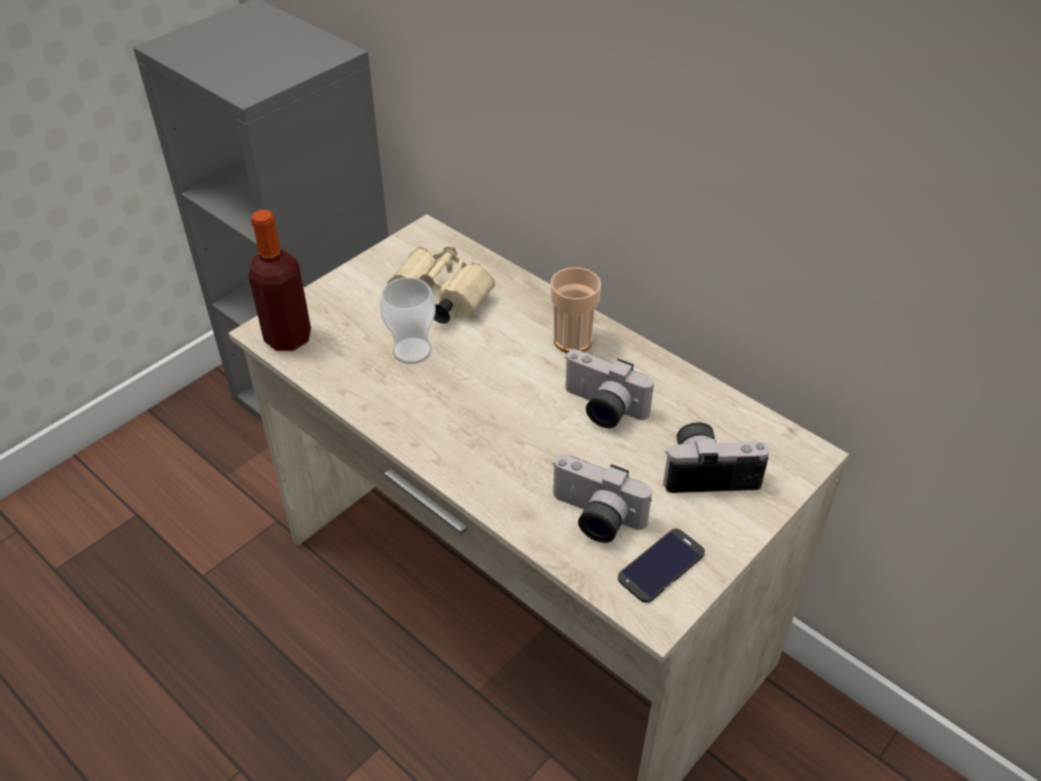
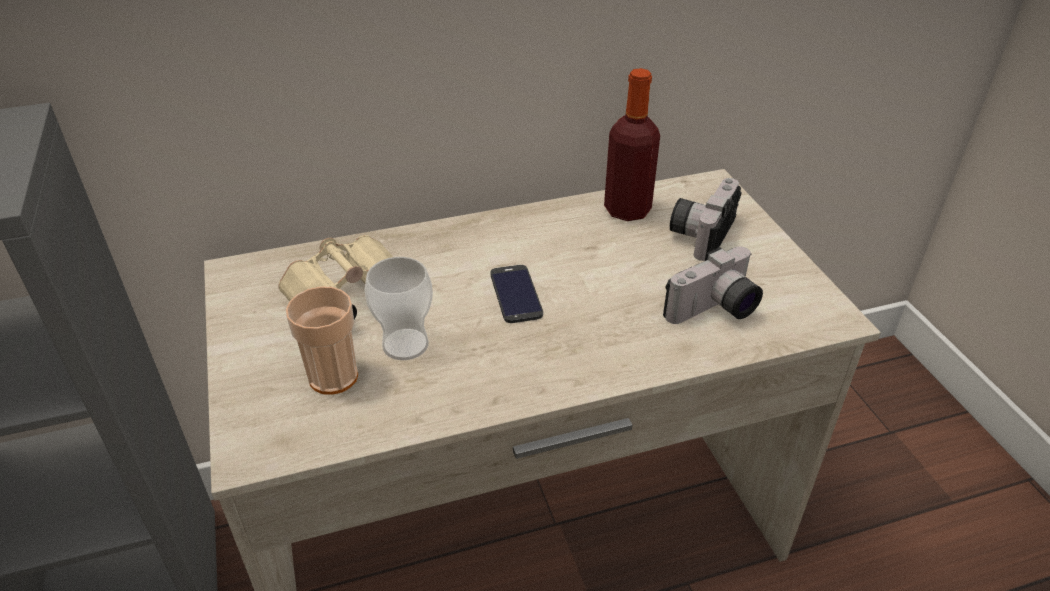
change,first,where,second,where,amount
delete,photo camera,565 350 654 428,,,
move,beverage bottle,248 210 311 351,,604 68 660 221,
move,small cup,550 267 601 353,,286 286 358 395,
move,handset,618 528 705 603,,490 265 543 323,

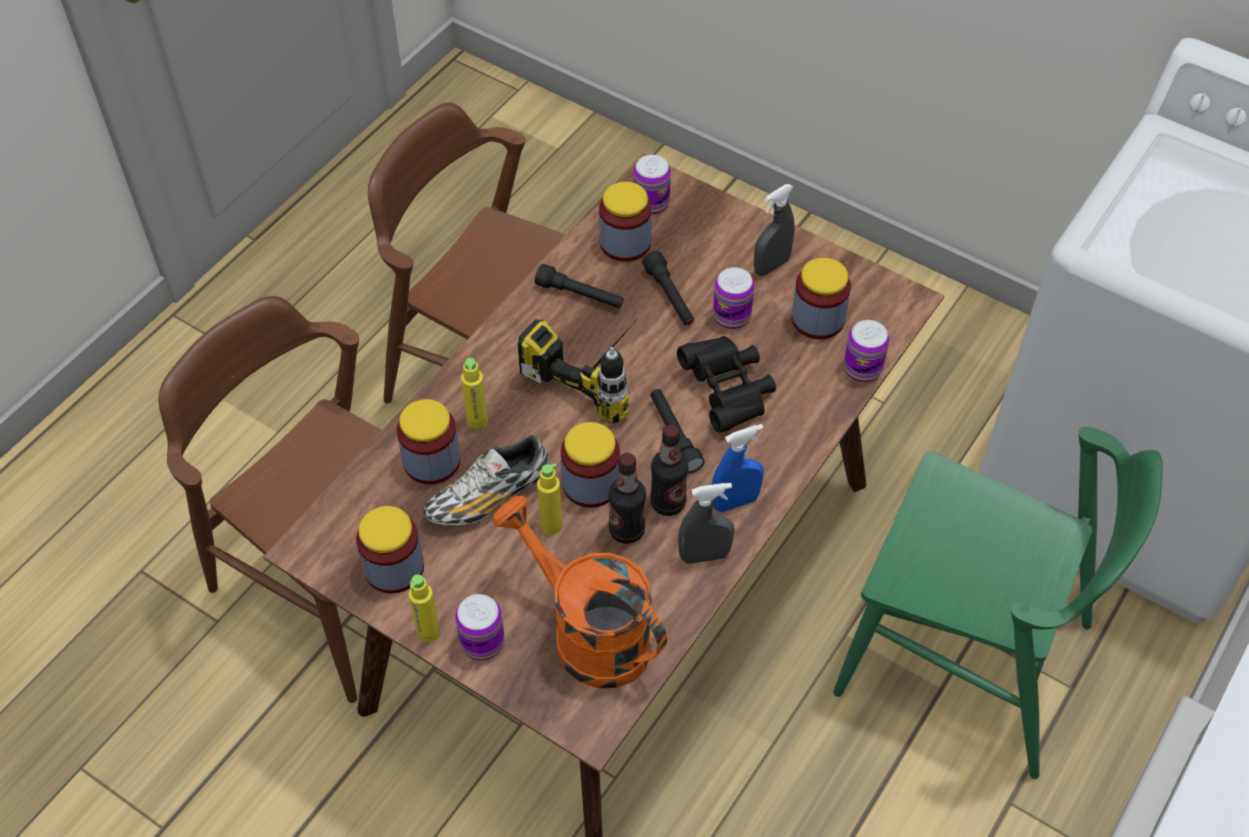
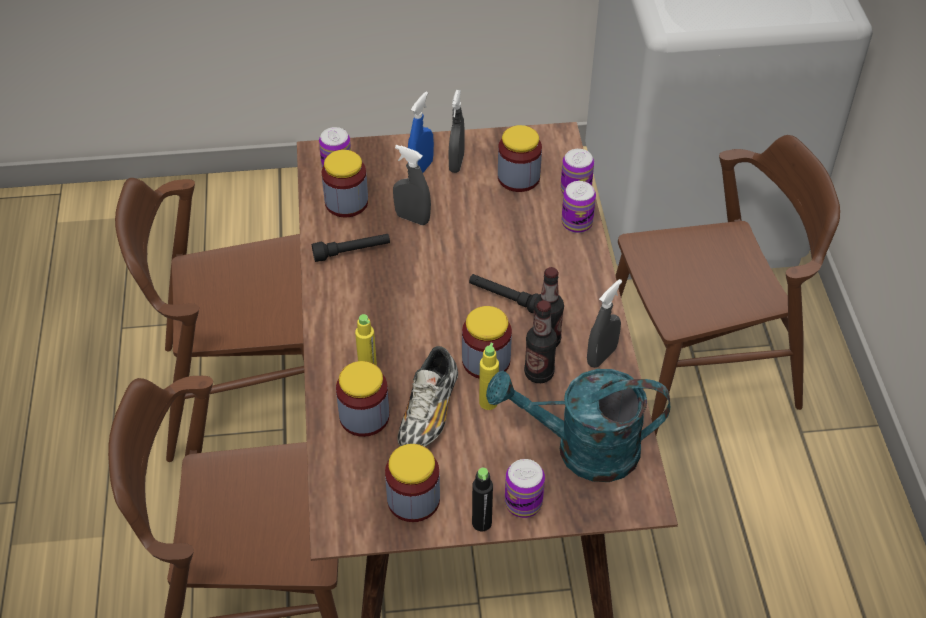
change,first,where,second,where,amount
delete,drill,518 316 640 424,,,
delete,field glasses/black-coloured,677 336 776 433,,,
move,spray bottle/blue,712 424 764 512,,408 92 434 173,
move,sealed can,713 267 754 329,,562 181 596 233,
replace,torch/black-coloured,642 251 694 326,spray bottle/grey,393 145 431 225,
recolor,beverage bottle/yellow,408 574 440 643,beverage bottle/black-coloured,472 468 493 531,
recolor,watering pot/orange-coloured,493 495 667 688,watering pot/turquoise,486 369 670 482,
recolor,upright chair/green,833 427 1163 779,upright chair/brown,616 135 840 435,

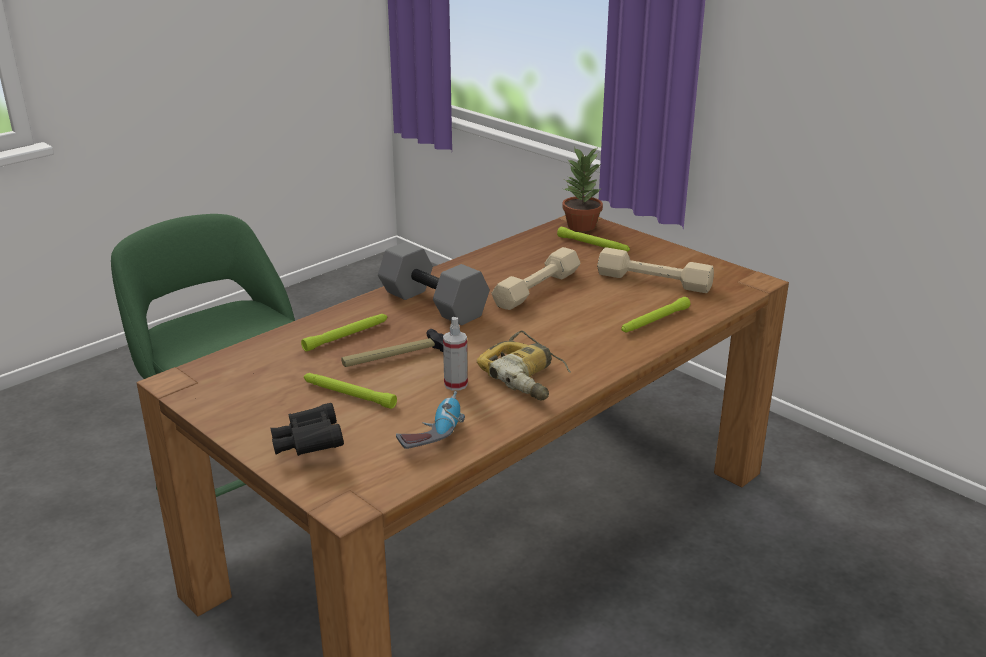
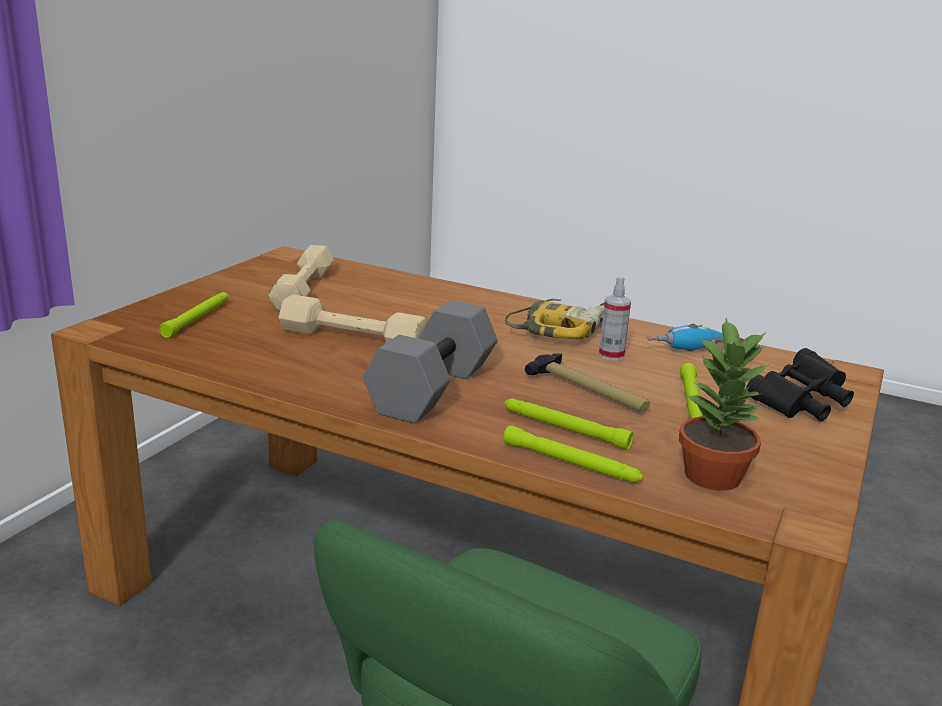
change,first,where,second,where,amount
move,potted plant,562 147 603 231,,679 318 770 491,
move,torch/green,621 297 690 332,,503 425 643 483,

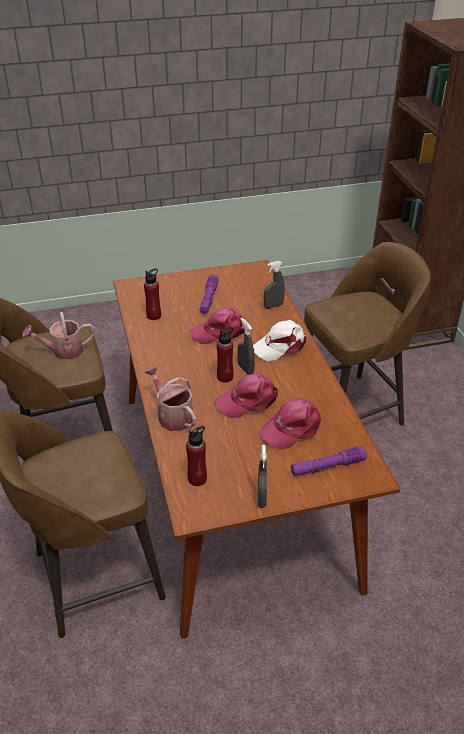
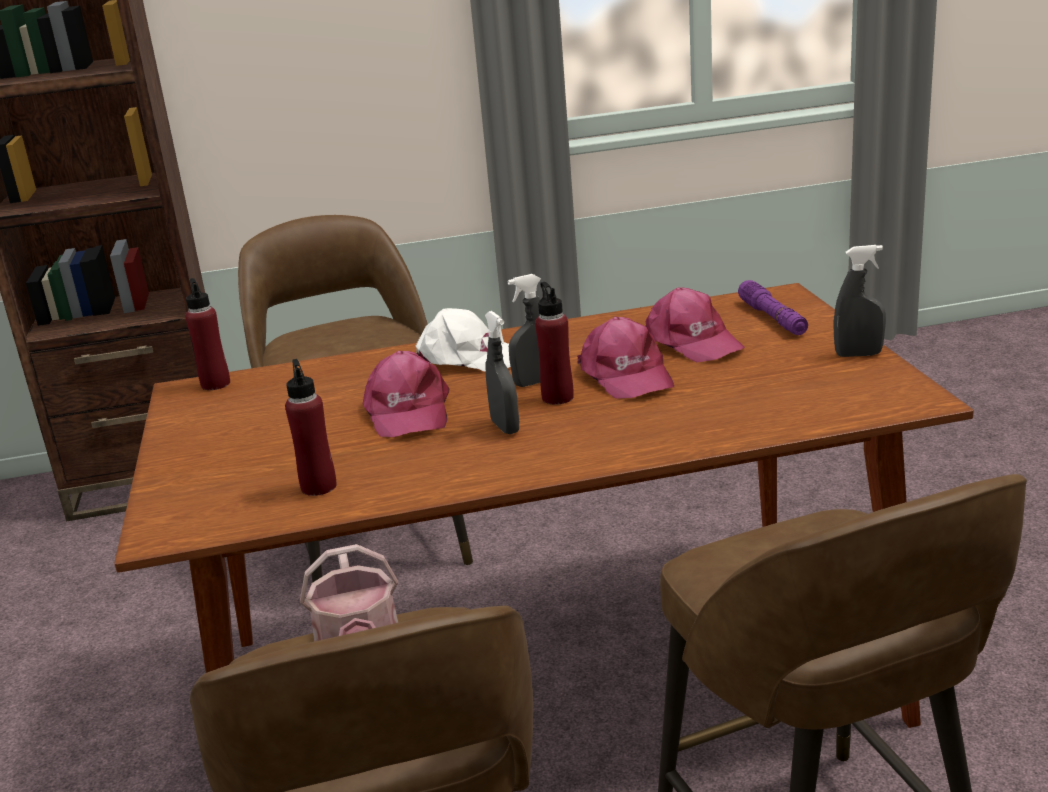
change,first,where,second,where,amount
delete,watering pot,144 366 196 431,,,
delete,torch/purple,200 275 219 314,,,
move,beverage bottle/red,186 426 207 486,,185 278 230 390,
move,spray bottle/grey,264 261 285 309,,485 311 519 434,
rotate,cap/whitish,253 320 306 361,,416 308 511 372,45 degrees counterclockwise

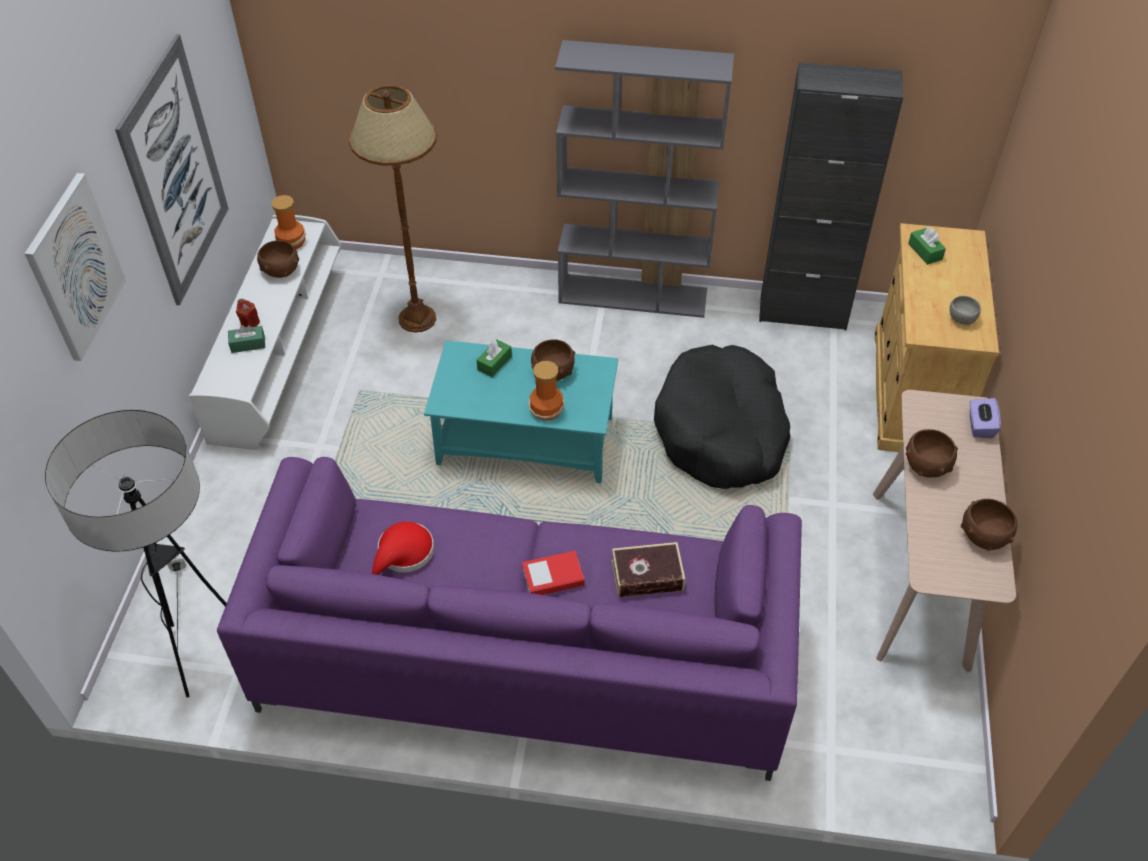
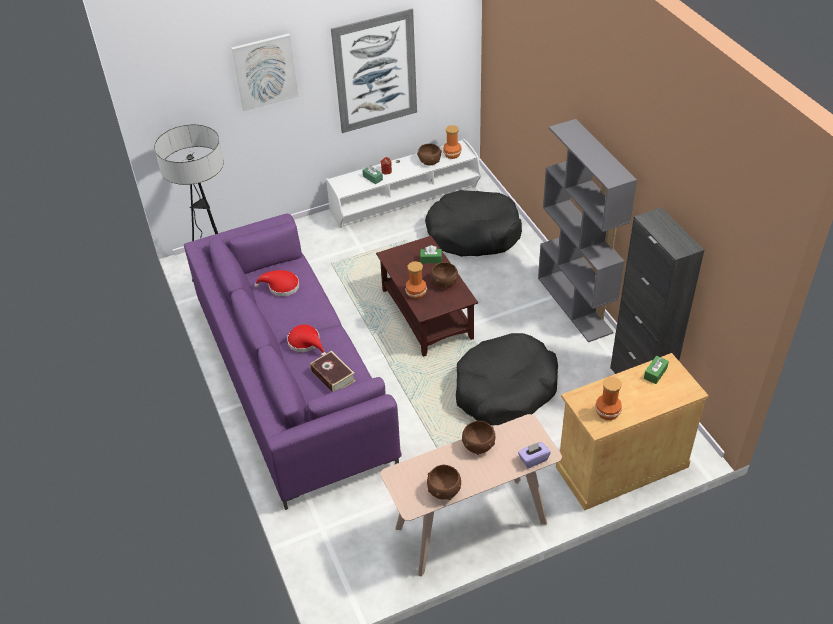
change,first,where,second,where,amount
replace,standard lamp/brown,349 85 437 333,pet bed/black-coloured,425 190 522 257,
replace,bound book,522 551 585 595,clothing hat/red,287 325 326 356,
replace,deep dish/grey,950 296 981 325,decorative vase,595 377 622 420,
recolor,coffee table/turquoise,424 340 618 483,coffee table/brown,376 236 478 357,

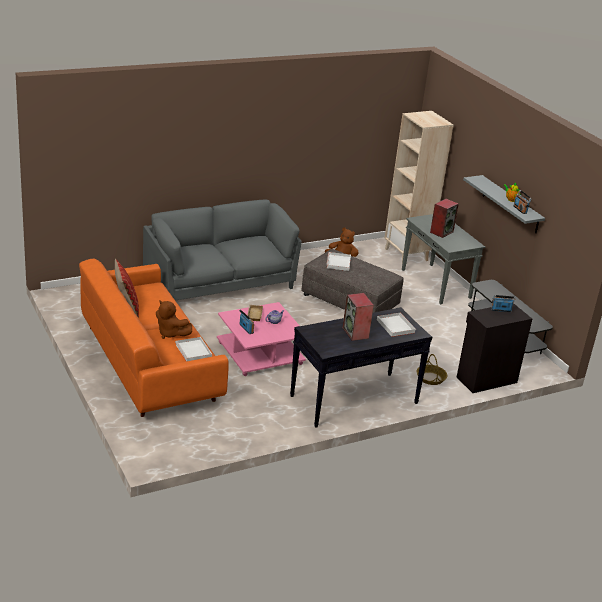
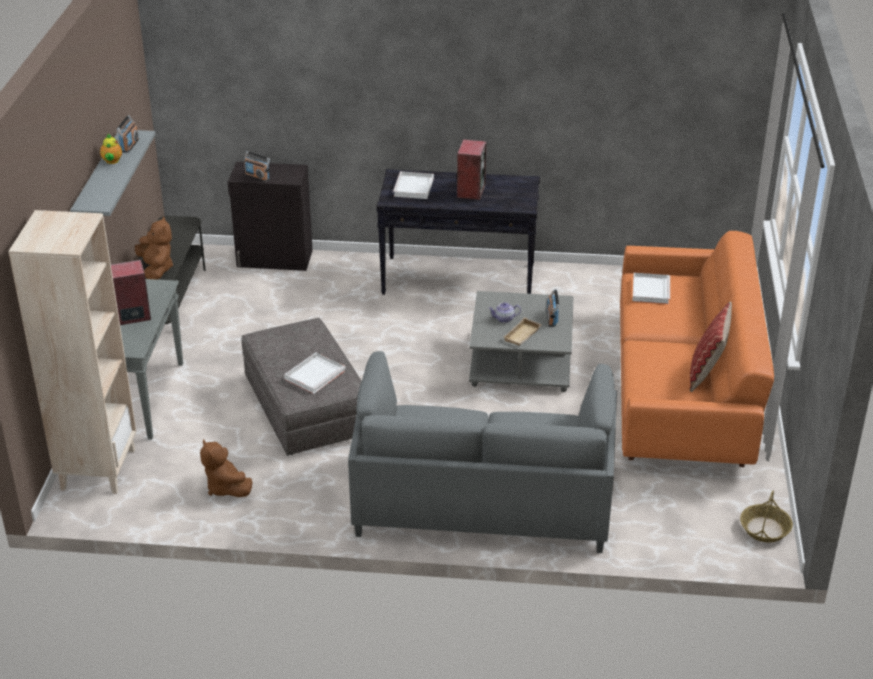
change,first,where,second,where,amount
move,soft toy/brown,156 300 192 339,,135 217 173 280,
move,household basket,417 354 447 385,,740 491 793 542,
recolor,coffee table/pinkish,217 302 306 376,coffee table/grey,469 291 574 392,

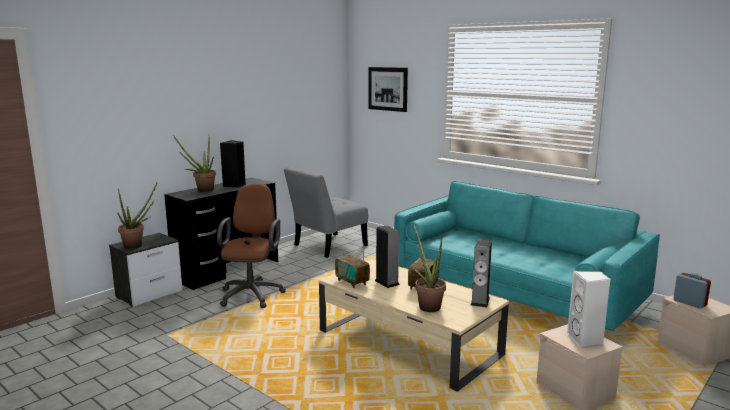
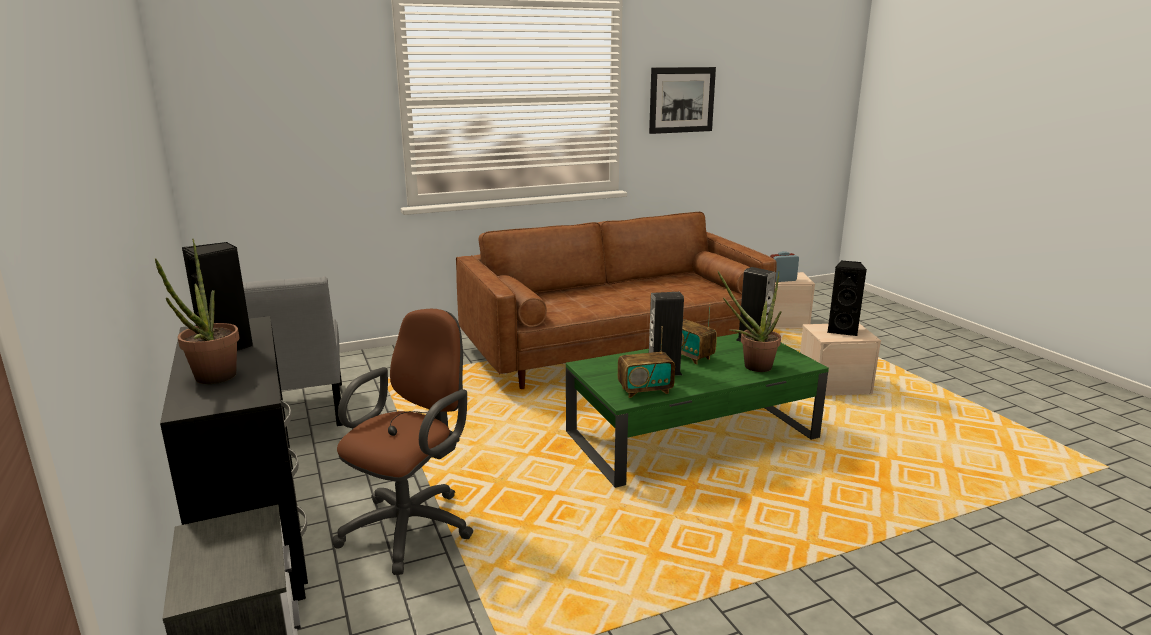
change,first,where,second,where,amount
delete,potted plant,117 183 157 249,,,
move,wall art,368 67 408 112,,649 67 716 134,
recolor,coffee table/beige-coloured,319 259 509 392,coffee table/green,566 333 829 488,
recolor,couch/turquoise,394 181 660 331,couch/brown,456 212 777 389,
recolor,audio speaker/whitish,567 271 611 347,audio speaker/black-coloured,827 261 867 336,
rotate,computer chair/brown,217 184 286 308,,332 309 473 575,90 degrees clockwise

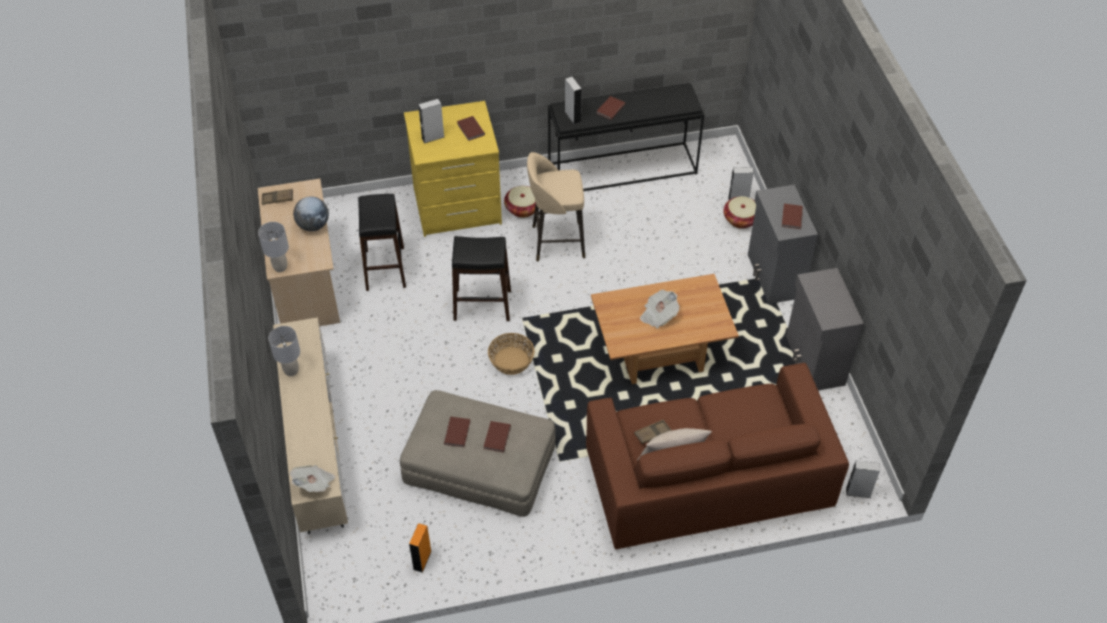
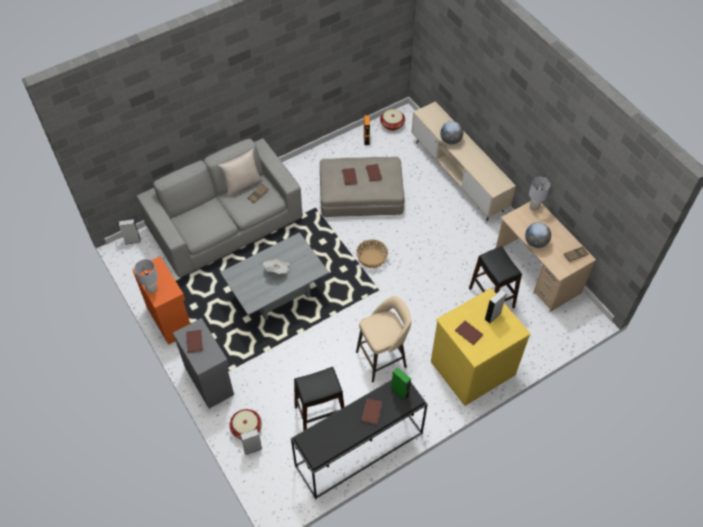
change,first,where,second,where,amount
delete,newspaper,290 465 336 492,,,
insert,,,desk globe,440 121 463 144,
move,lamp for a table/grey,268 326 300 376,,134 259 158 294,
move,stool/black-coloured,452 236 511 321,,294 367 344 431,
move,household basket,504 186 536 218,,380 109 405 131,
recolor,audio speaker/grey,565 77 582 124,audio speaker/green,391 367 411 401,
recolor,couch/brown,586 363 849 549,couch/grey,136 138 303 278,
recolor,coffee table/brown,591 274 739 384,coffee table/grey,220 232 329 320,
recolor,storage cabinet/grey,786 268 864 391,storage cabinet/orange-coloured,132 256 190 345,

